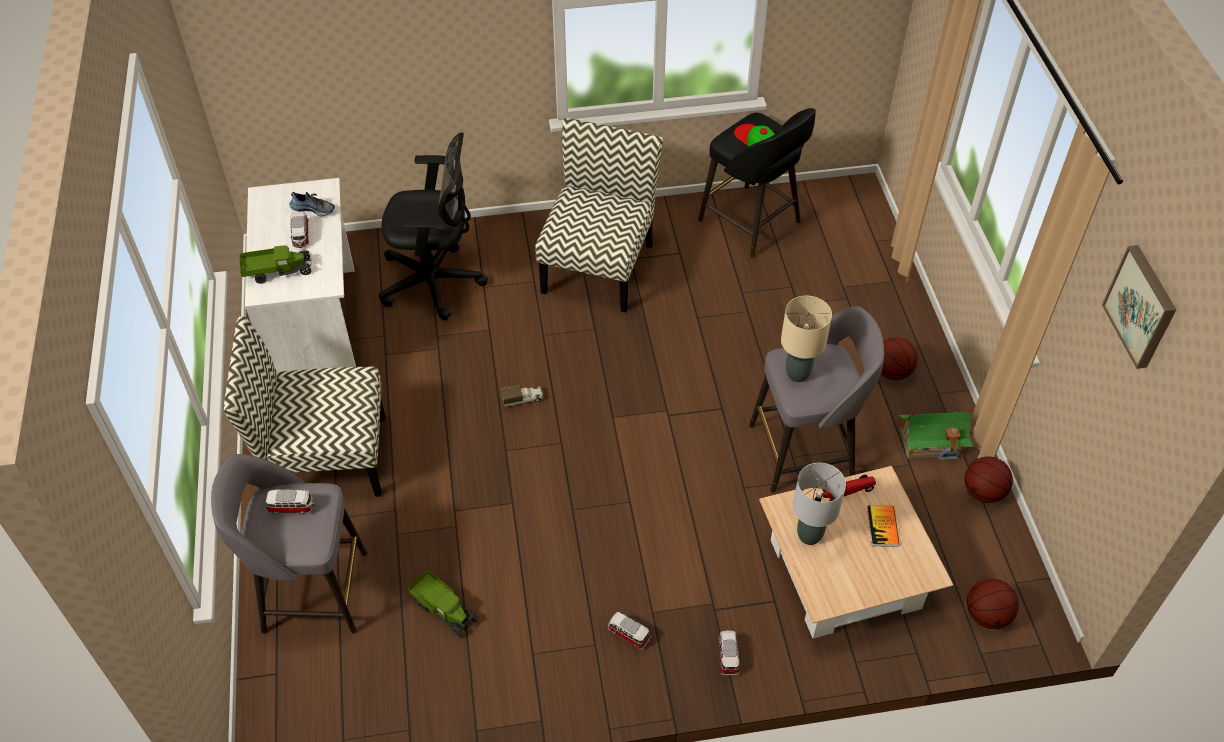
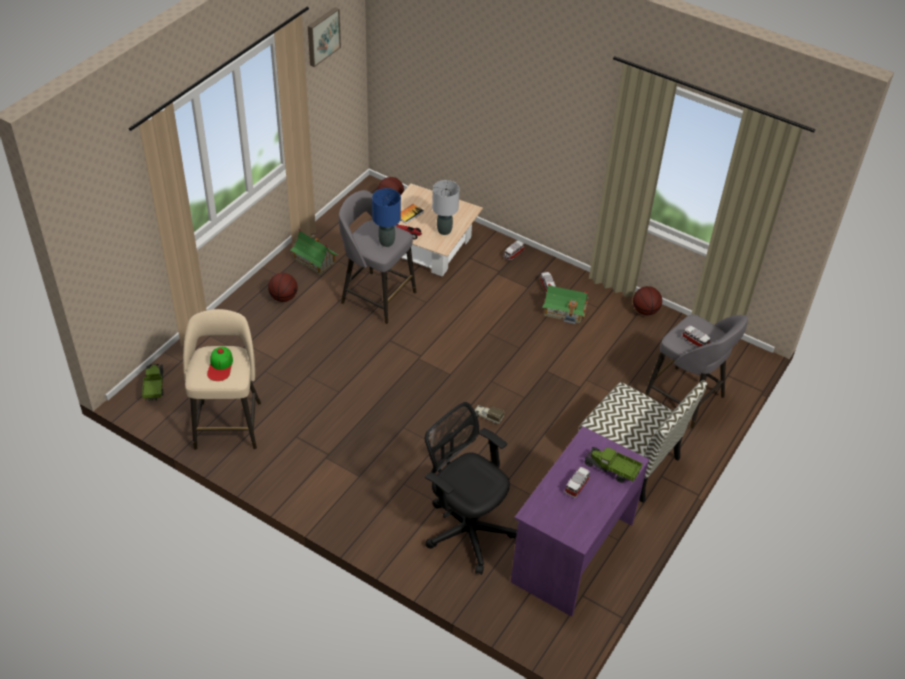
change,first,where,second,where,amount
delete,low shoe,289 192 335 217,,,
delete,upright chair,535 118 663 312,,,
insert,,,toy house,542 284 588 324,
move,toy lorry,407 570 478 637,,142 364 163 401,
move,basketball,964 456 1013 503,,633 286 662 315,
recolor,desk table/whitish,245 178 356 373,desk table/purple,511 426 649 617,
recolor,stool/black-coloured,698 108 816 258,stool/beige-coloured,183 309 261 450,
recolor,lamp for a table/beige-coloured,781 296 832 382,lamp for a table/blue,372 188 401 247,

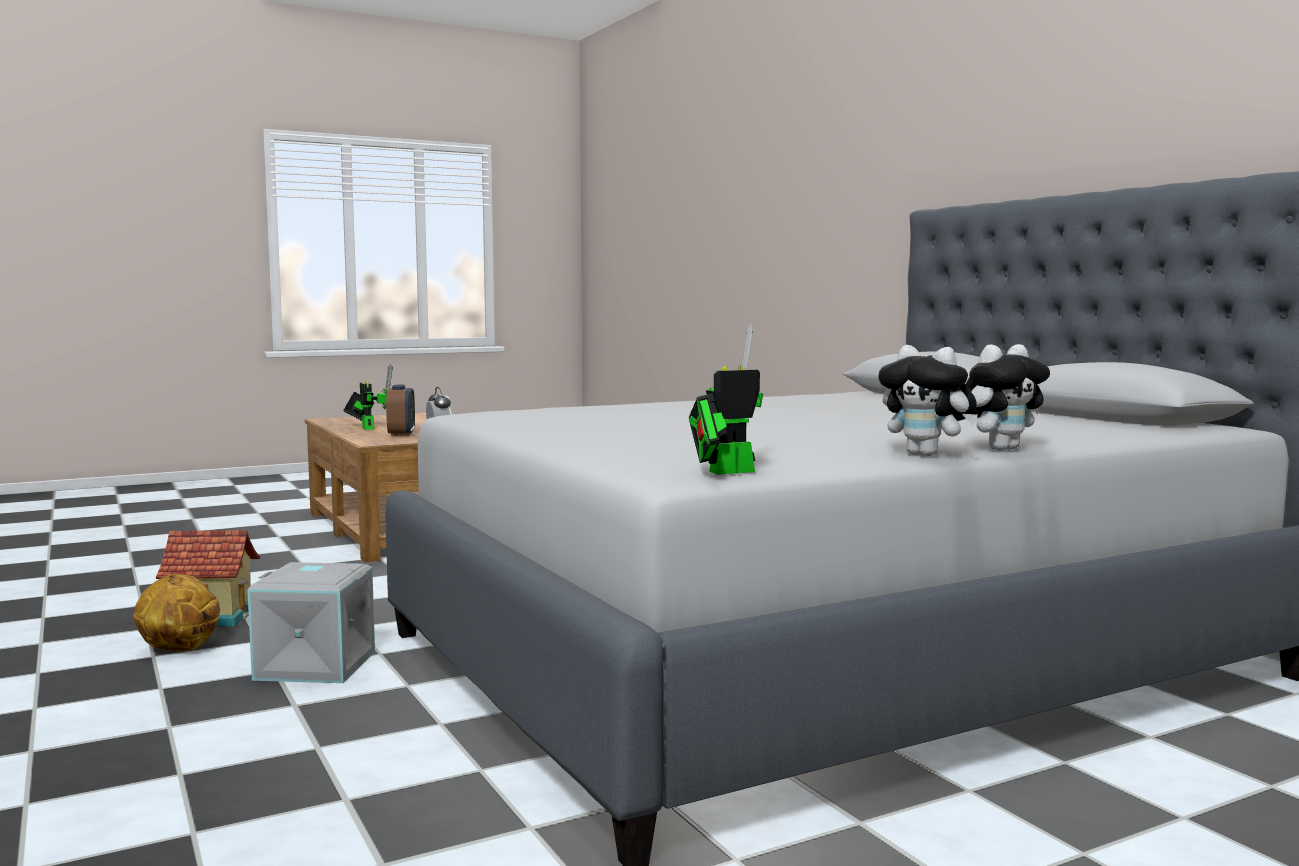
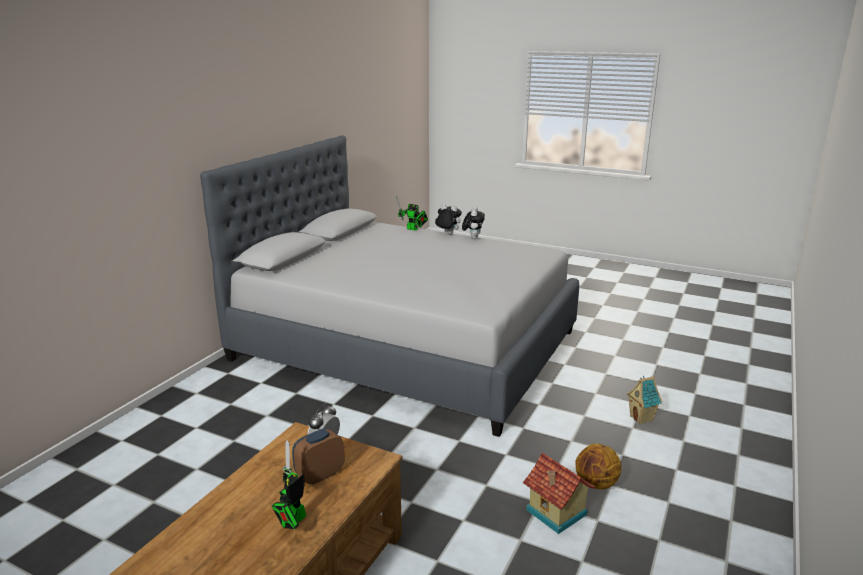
change,first,where,second,where,amount
delete,storage container/grey,247 562 375 683,,,
insert,,,toy house,627 376 662 424,
move,toy robot,689 324 763 475,,396 196 428 231,

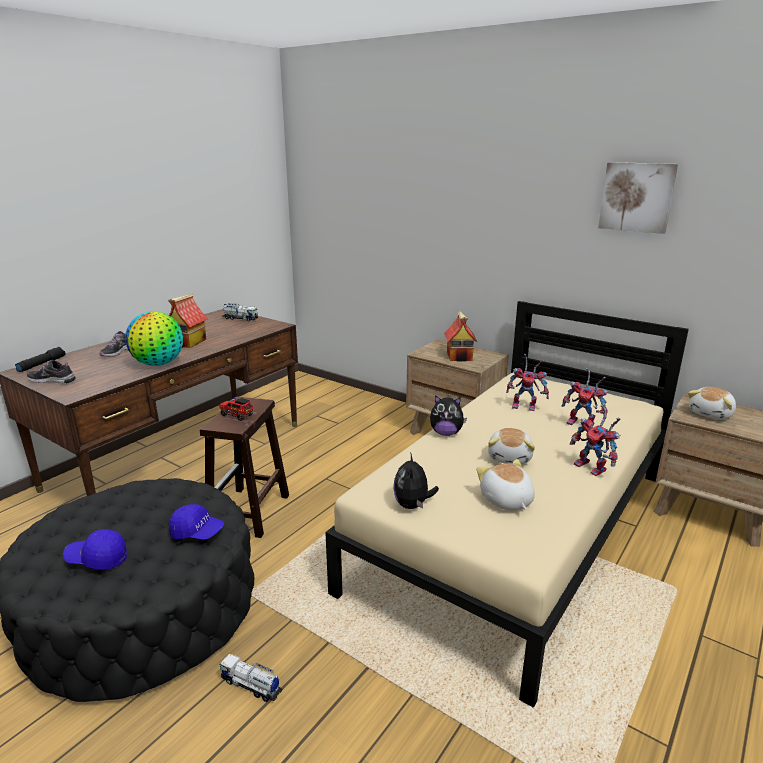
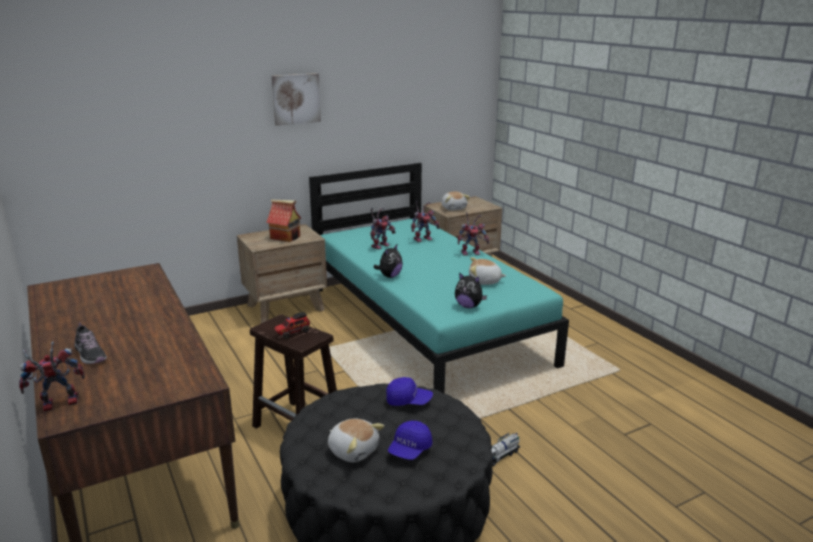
change,first,where,second,where,amount
delete,low shoe,27 360 76 383,,,
delete,desk globe,125 311 183 366,,,
delete,toy house,168 294 208 348,,,
delete,toy lorry,223 303 258 322,,,
move,soft toy,488 428 535 464,,328 419 384 462,
move,wall art,598 162 678 234,,272 73 321 126,
replace,torch/black-coloured,15 347 65 372,toy robot,19 342 85 412,
recolor,sleeping bed/beige-coloured,325 301 689 708,sleeping bed/turquoise,309 163 569 394,
rotate,cap/blue,169 504 225 540,,386 377 433 406,60 degrees clockwise

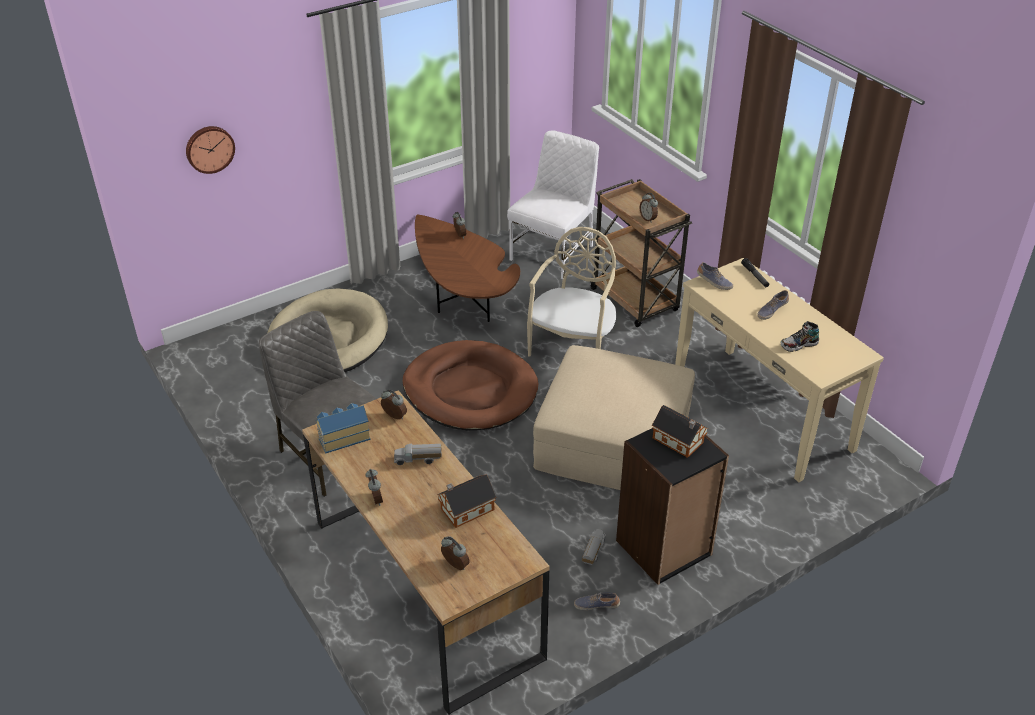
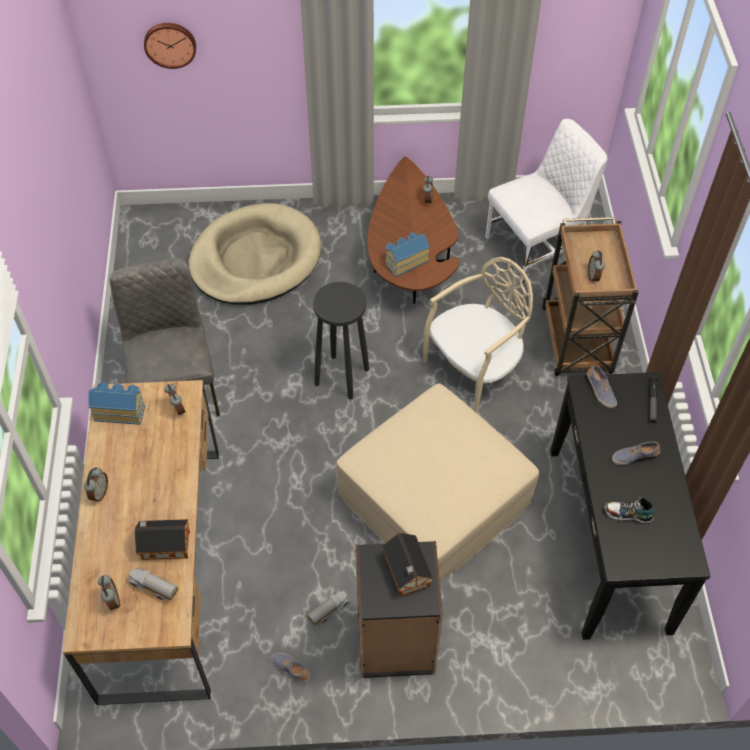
change,first,where,second,where,amount
insert,,,toy house,385 232 430 277,
move,toy lorry,394 444 442 465,,127 568 179 601,
replace,pet bed/brown,403 340 538 430,stool/black-coloured,313 282 369 399,
recolor,console table/beige-coloured,675 258 884 482,console table/black-coloured,550 372 710 640,

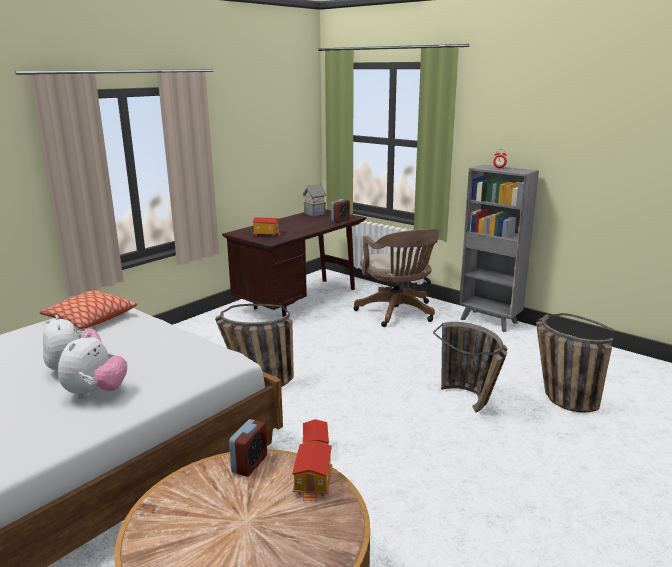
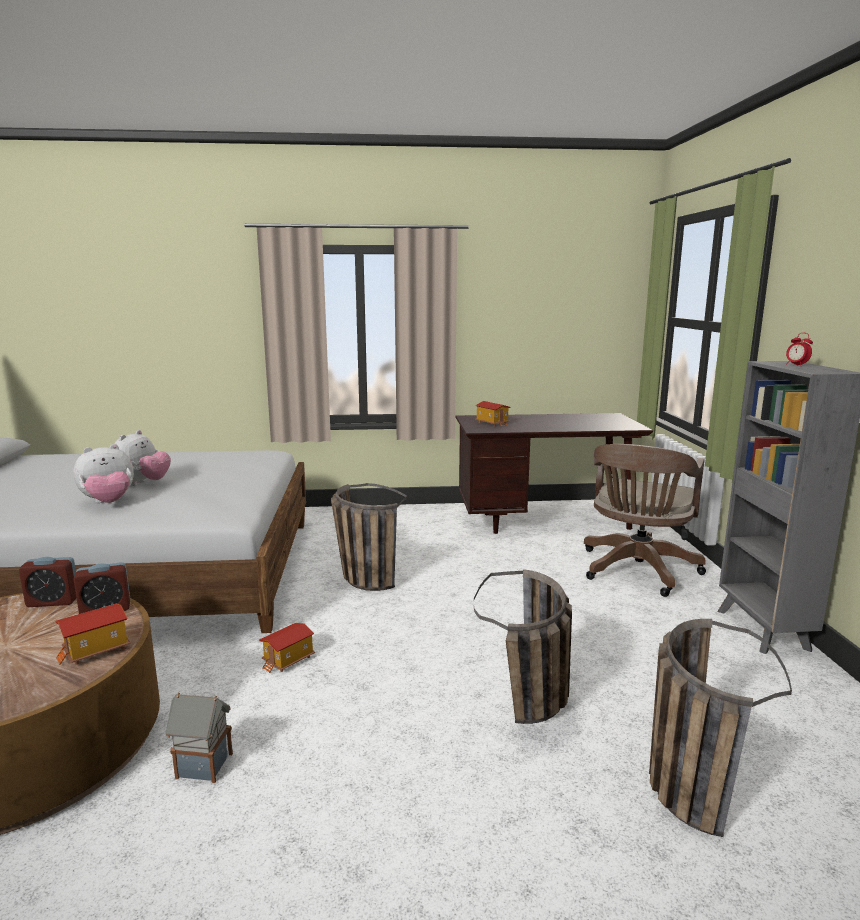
change,first,where,second,where,amount
delete,throw pillow,39 290 137 329,,,
move,toy house,303 183 326 217,,166 693 233 783,
move,bedside clock,331 199 350 223,,19 557 76 607,

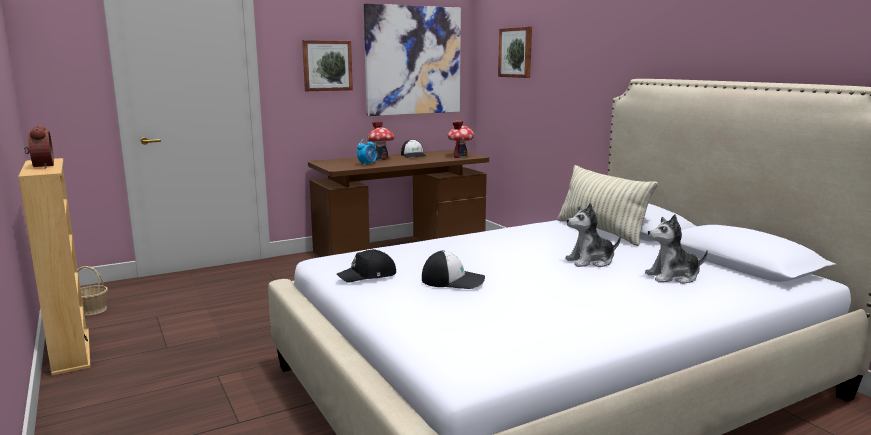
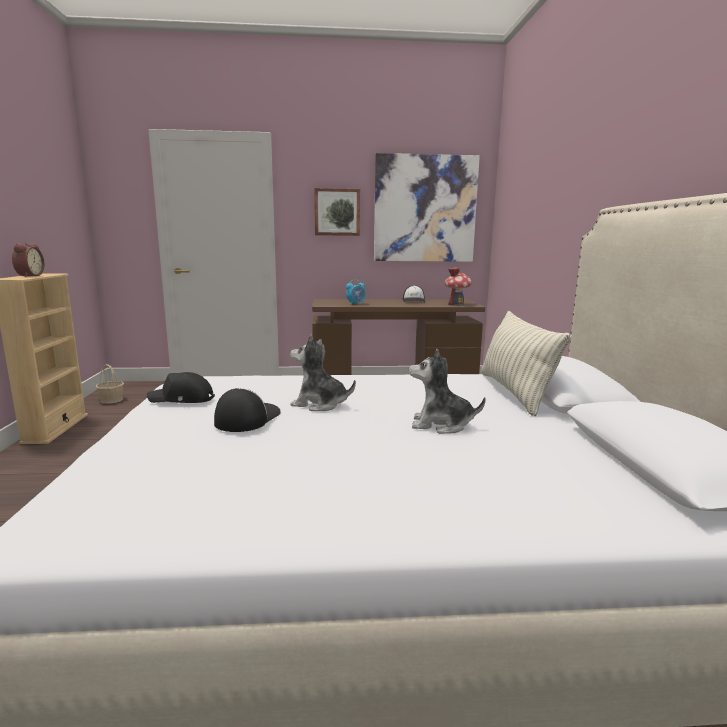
change,first,where,second,where,amount
delete,toy house,368 122 394 160,,,
delete,wall art,498 27 532 78,,,
move,soft toy,645 214 708 284,,290 334 356 411,
rotate,cap,422 251 485 289,,214 388 281 432,105 degrees counterclockwise

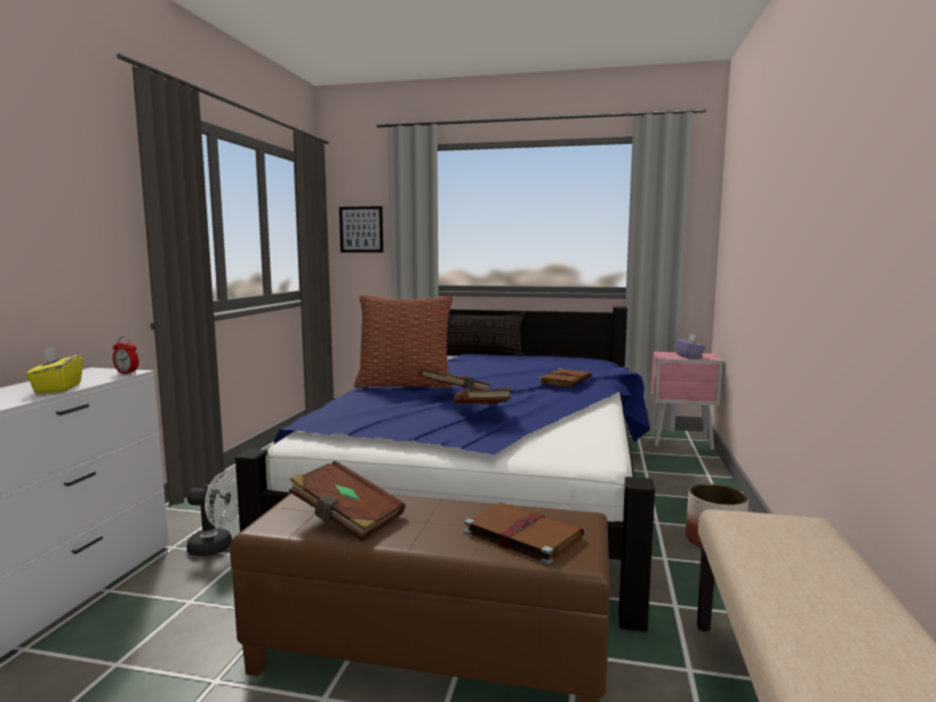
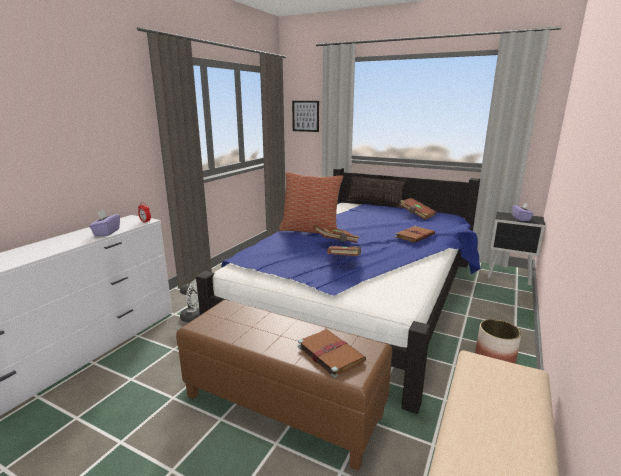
change,first,where,second,where,amount
move,bound book/brown,289 461 405 541,,399 198 437 220,
recolor,tissue holder/yellow,26 346 83 393,tissue holder/purple,89 210 120 236,
recolor,bedside table/pinkish,651 352 723 450,bedside table/black-coloured,487 212 545 286,

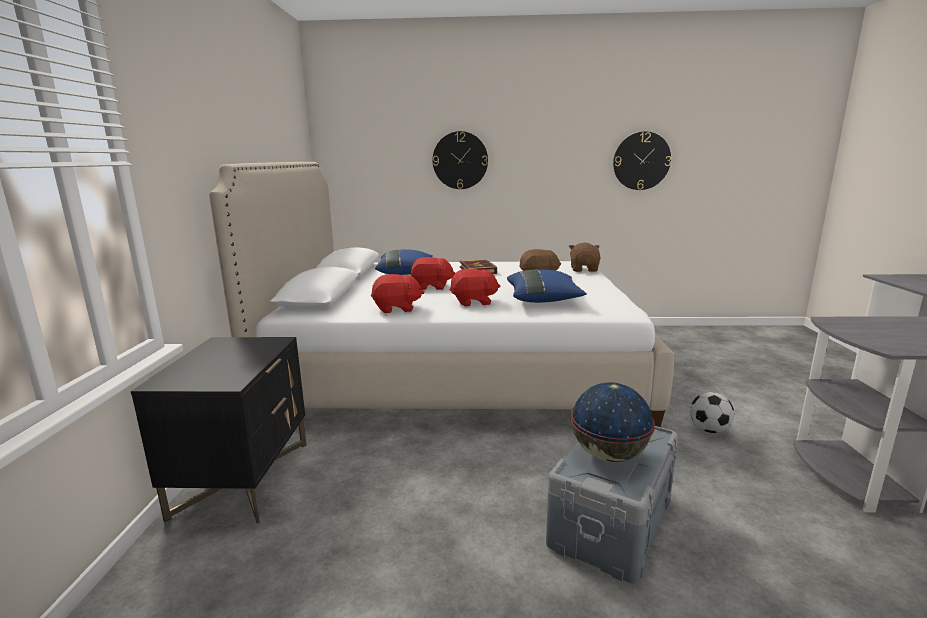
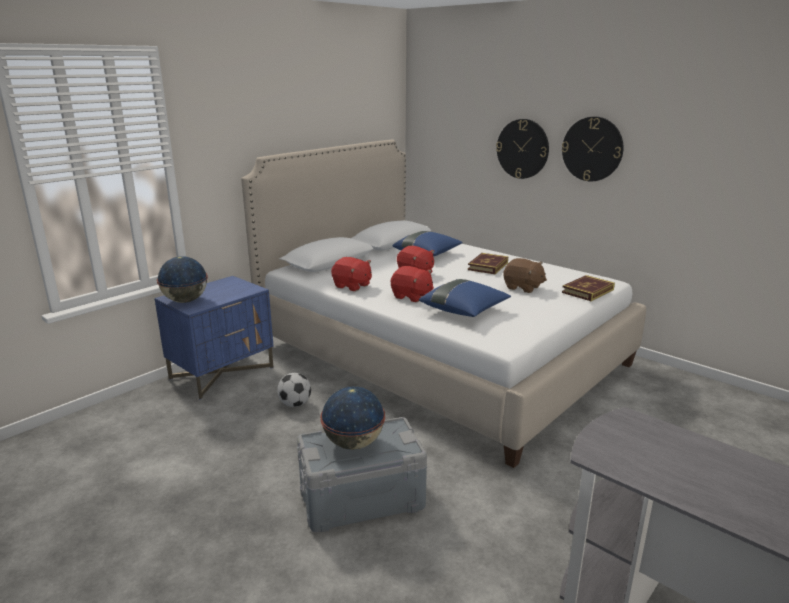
change,first,where,second,where,amount
insert,,,desk globe,157 256 208 303,
move,clock on the wall,613 131 671 190,,562 117 623 182,
move,football ball,690 392 734 433,,277 373 311 407,
replace,soft toy/brown,569 242 600 272,bound book,562 275 615 301,
recolor,bedside table/black-coloured,131 337 306 523,bedside table/blue,154 276 274 400,

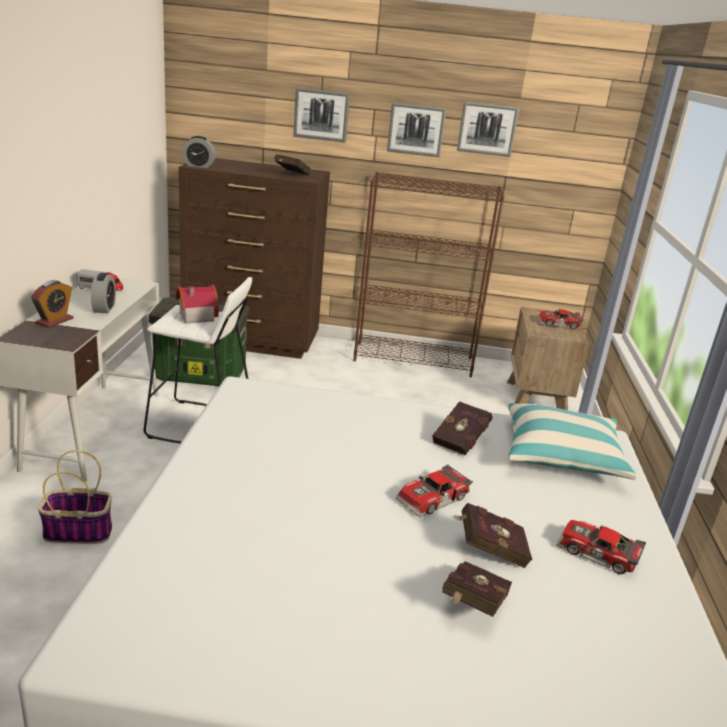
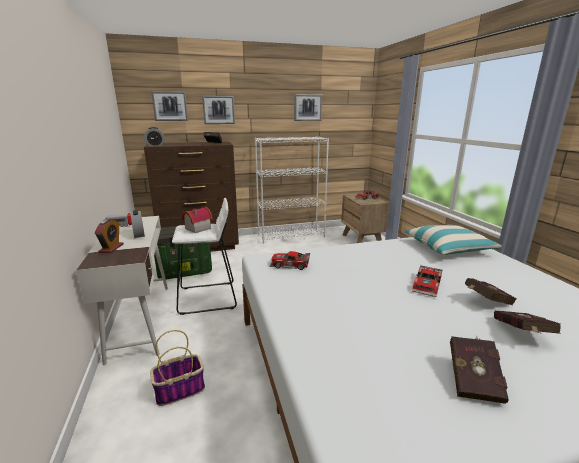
change,first,where,second,where,amount
move,wall art,387 102 446 157,,151 91 188 121,
move,bound book/red,432 401 493 455,,450 336 509 404,
move,miniature car,556 520 646 574,,270 251 310 270,
recolor,bookcase/brown,354 172 504 377,bookcase/whitish,255 136 329 244,

